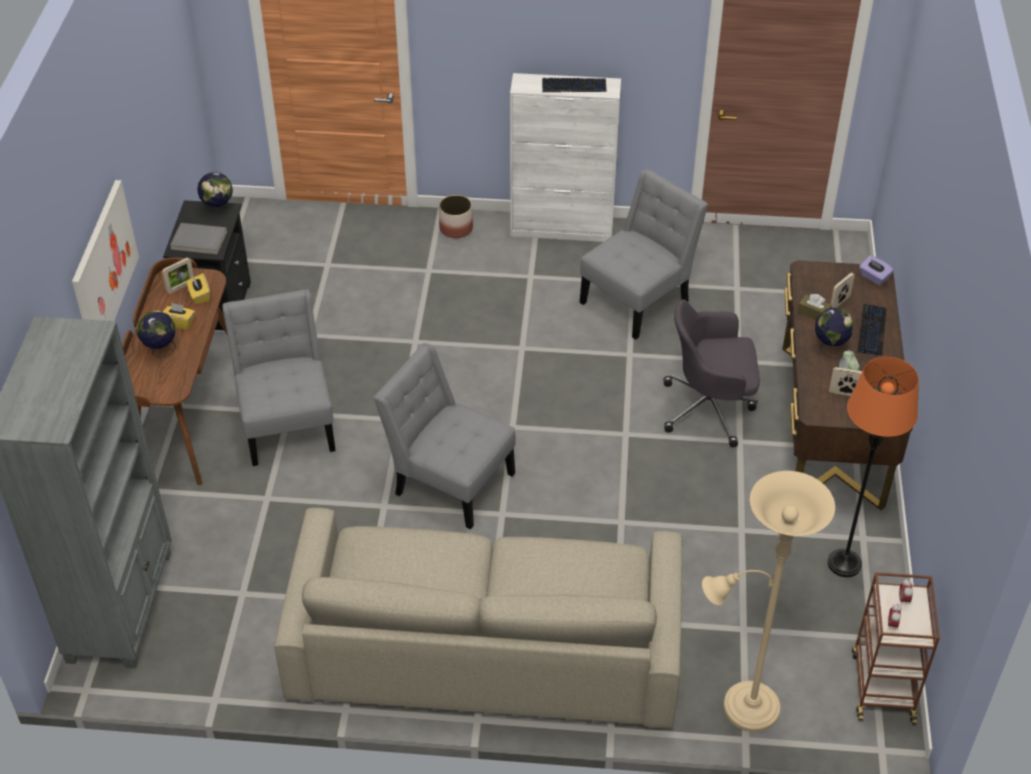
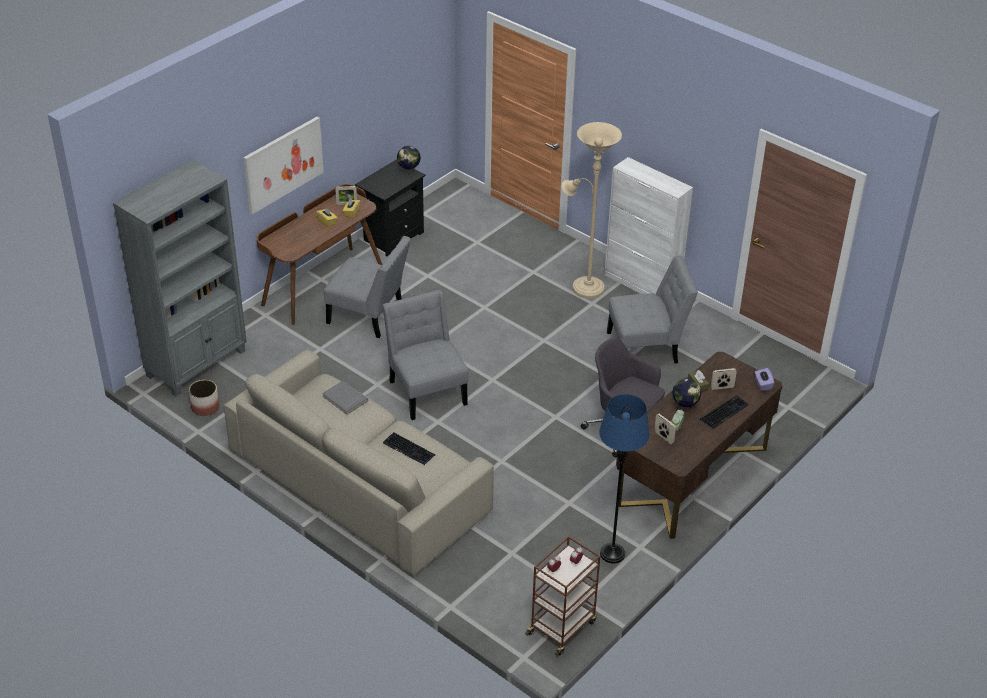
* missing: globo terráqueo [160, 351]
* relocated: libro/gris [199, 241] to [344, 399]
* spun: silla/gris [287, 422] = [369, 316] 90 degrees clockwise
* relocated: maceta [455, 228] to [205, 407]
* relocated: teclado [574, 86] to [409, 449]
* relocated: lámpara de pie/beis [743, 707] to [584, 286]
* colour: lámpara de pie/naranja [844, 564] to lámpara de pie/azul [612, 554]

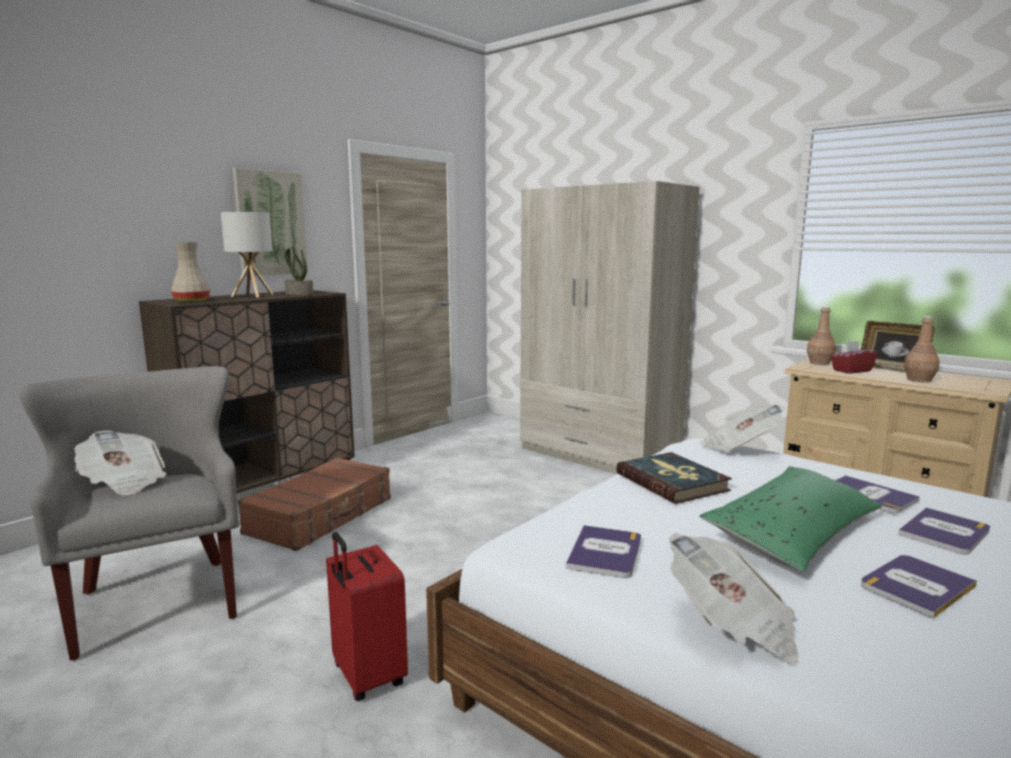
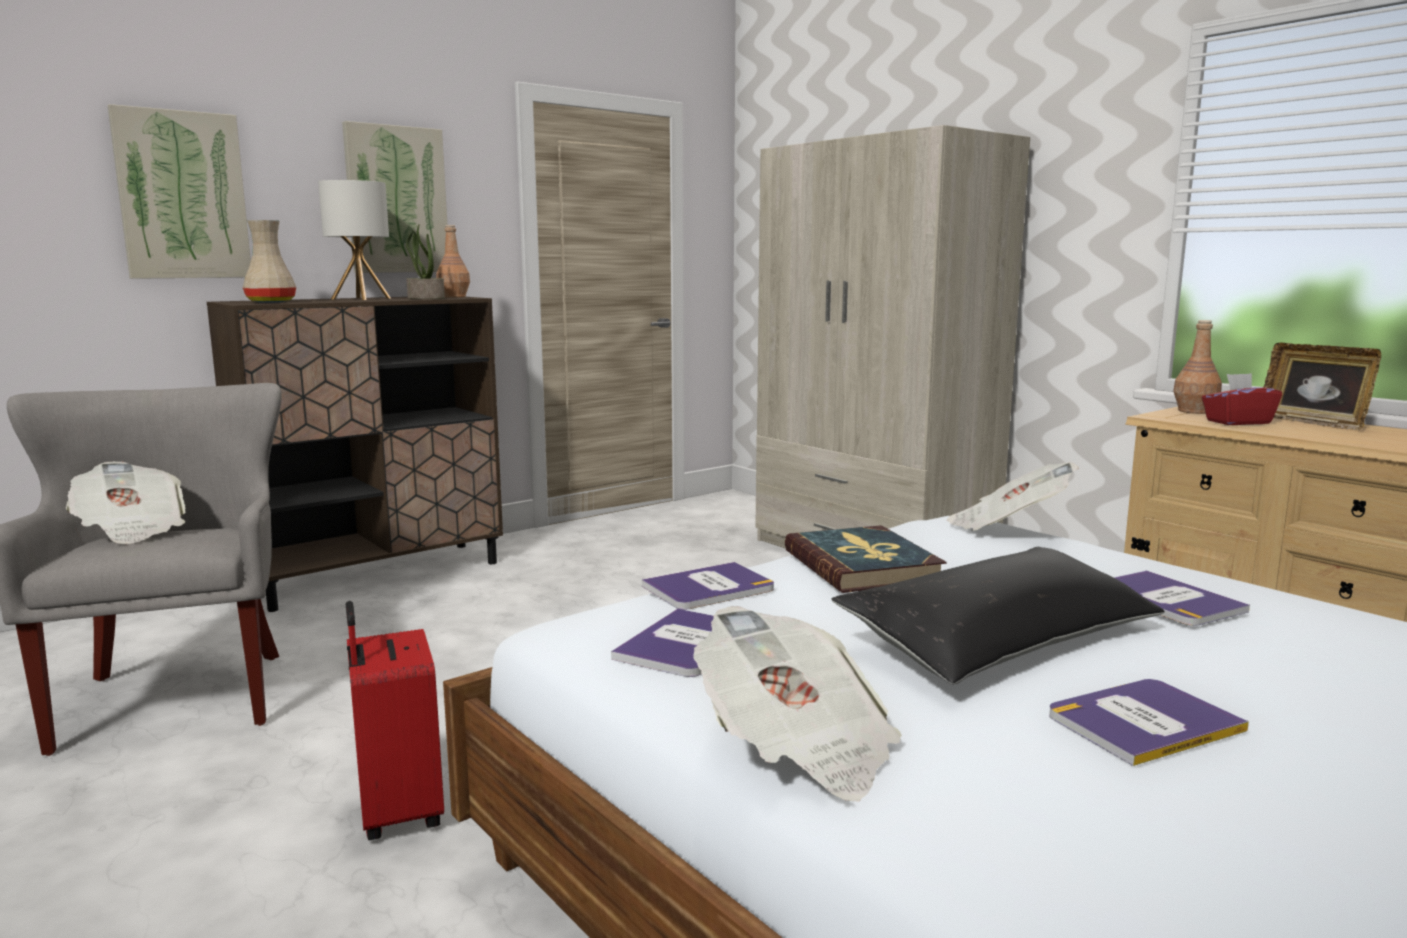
* missing: maleta/marrón [321, 516]
* colour: cojín/verde [792, 533] to cojín/negro [999, 642]
* relocated: libro [944, 532] to [709, 588]
* relocated: botella/marrón [918, 380] to [453, 297]
* appeared: cuadro [182, 195]

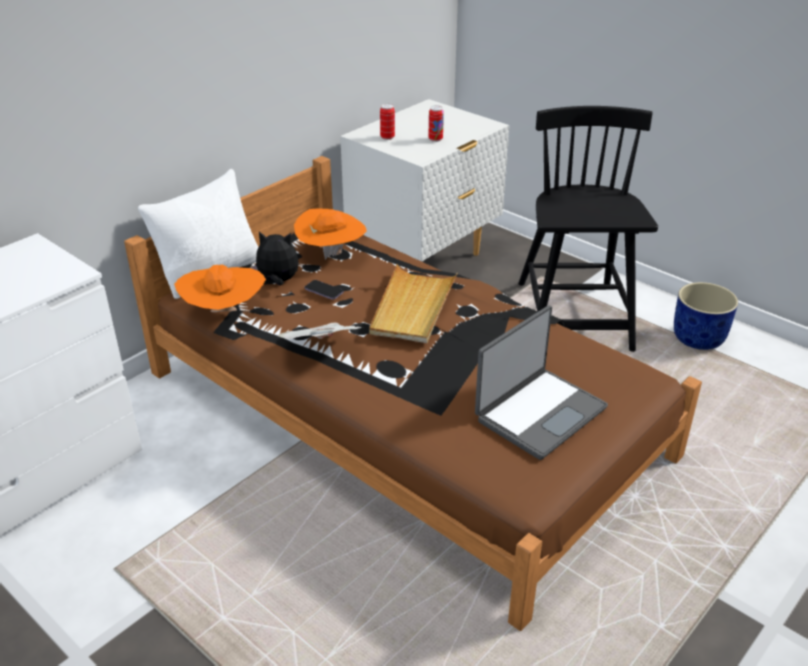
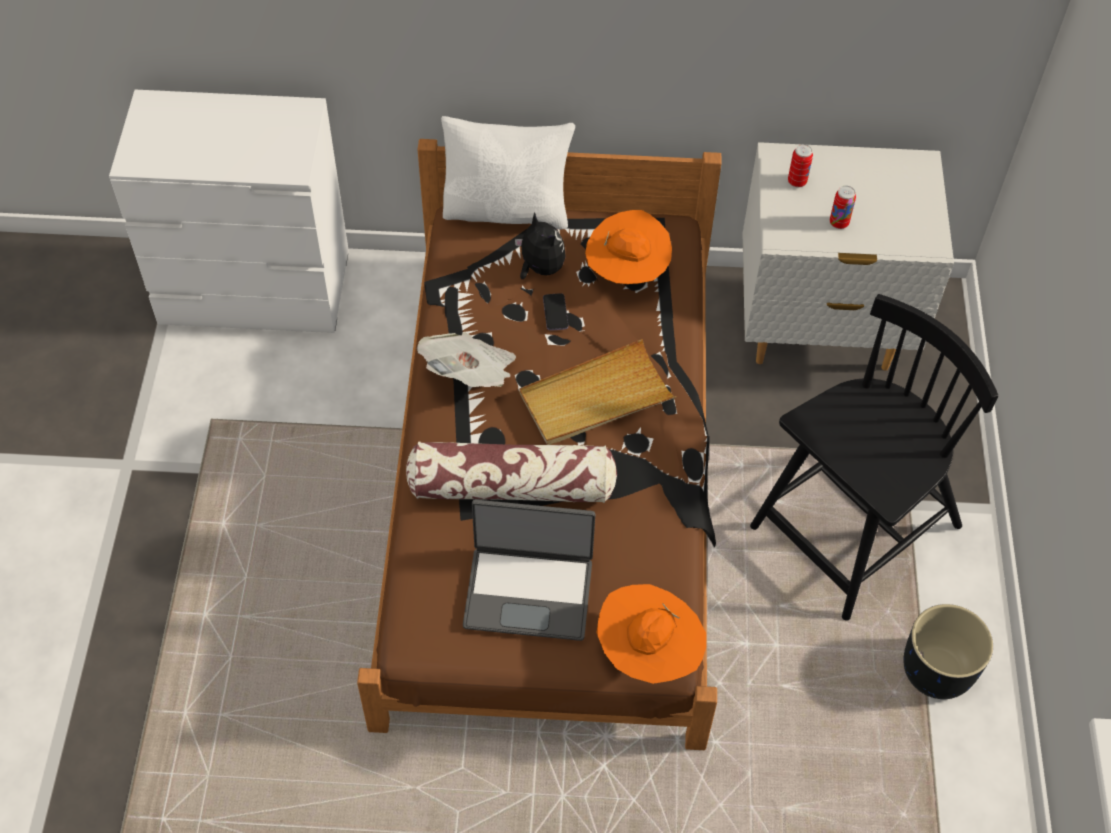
* relocated: sombrero/naranja [224, 313] to [648, 652]
* colour: maceta/azul [698, 338] to maceta/negro [938, 671]
* appeared: cojín [512, 486]

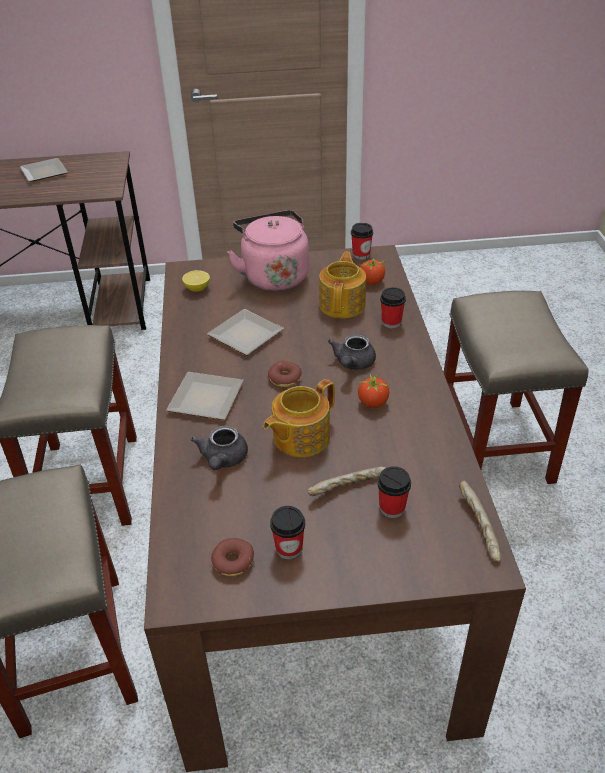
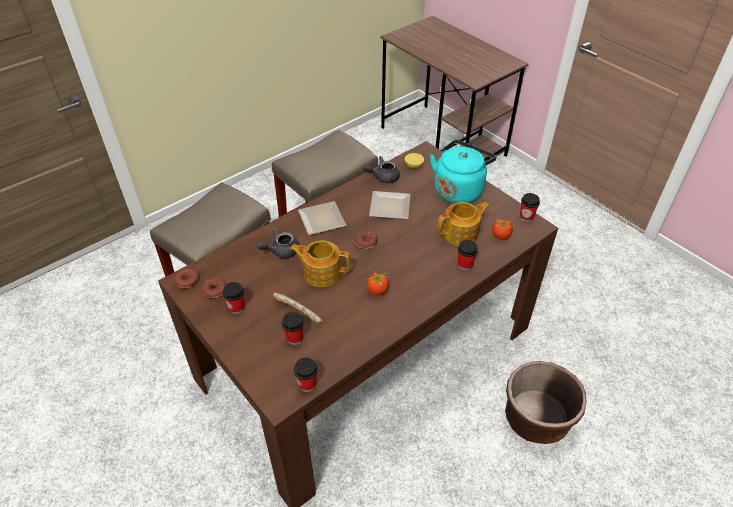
* missing: plato [45, 172]
* colour: hervidor/rosa [273, 275] to hervidor/turquesa [459, 189]
* relocated: tetera/gris [352, 364] to [383, 177]
* exchanged: taburete/beis [495, 446] to maceta/marrón [536, 419]
* exchanged: pan [477, 526] to taza [307, 384]
* appeared: rosquilla [187, 281]

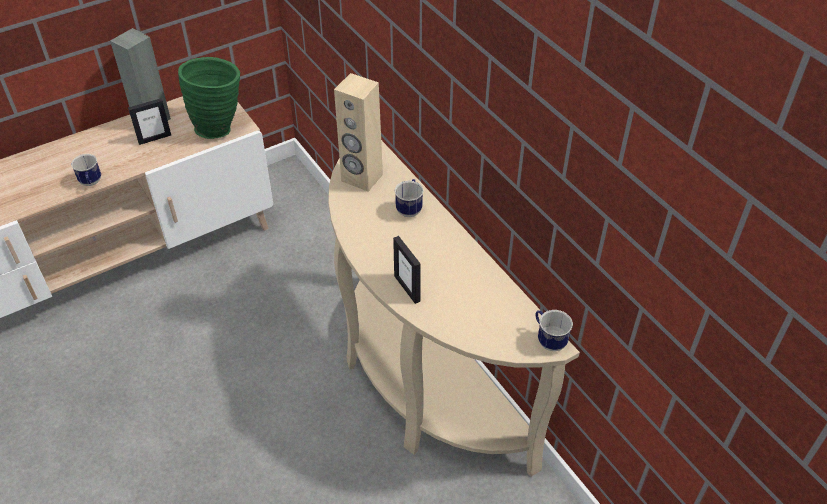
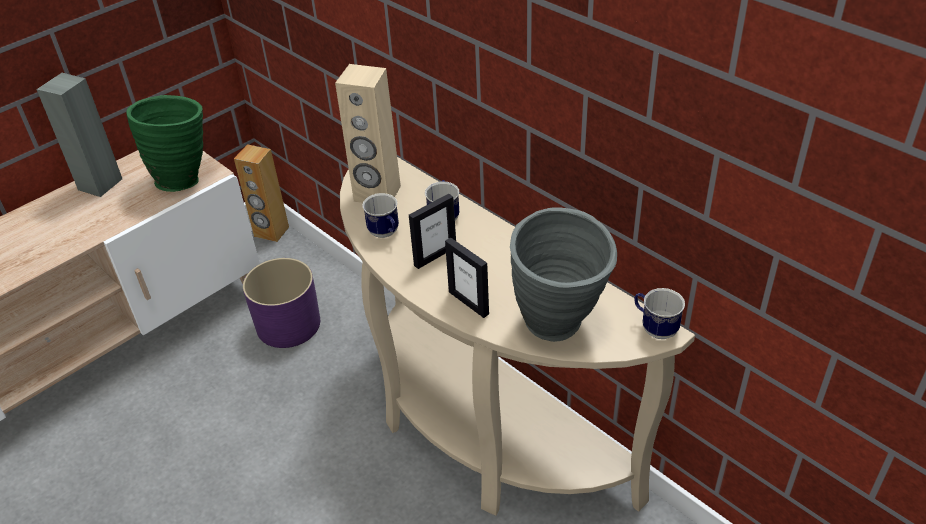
* relocated: taza grande [91, 183] to [386, 234]
* relocated: portarretratos [154, 138] to [435, 256]
* appeared: altavoz/marrón [271, 232]
* appeared: maceta/morado [288, 325]
* appeared: florero/gris [560, 329]

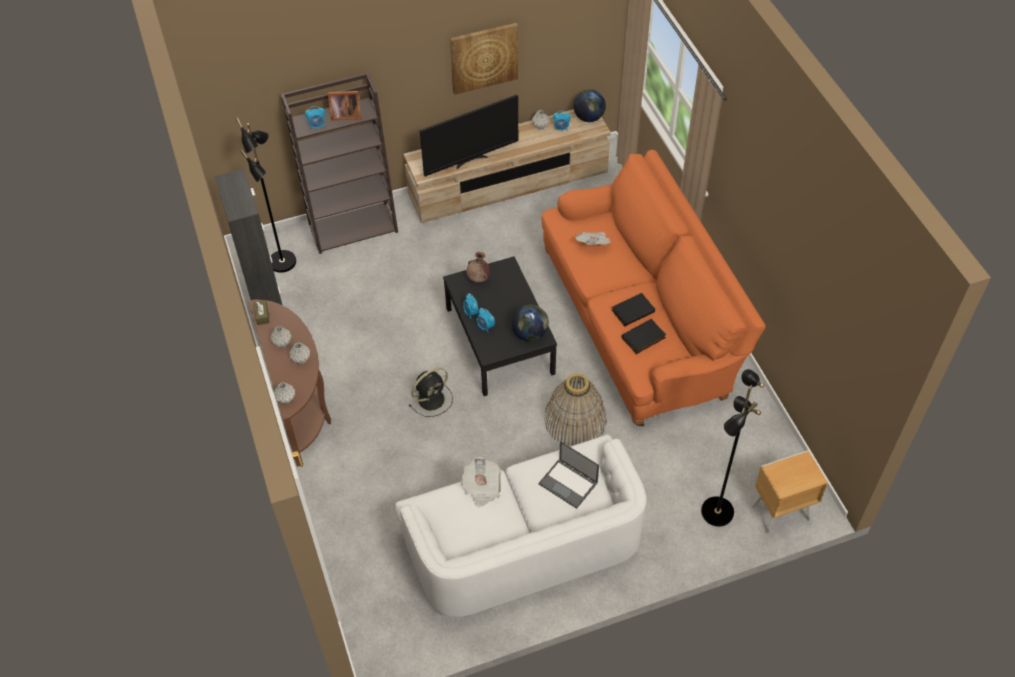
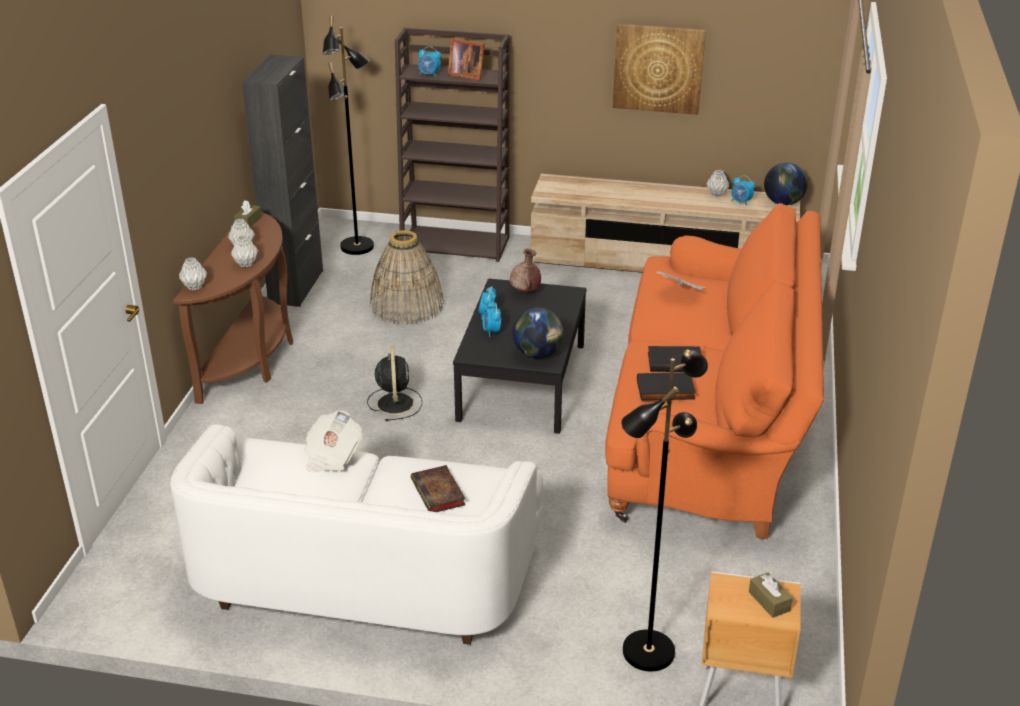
* spun: ventilador/negro [432, 399] = [395, 402] 90 degrees counterclockwise
* missing: televisor [470, 160]
* exchanged: portátil [569, 483] to libro [439, 493]
* relocated: cesta [575, 420] to [407, 305]
* appeared: caja de pañuelos/marrón [769, 601]

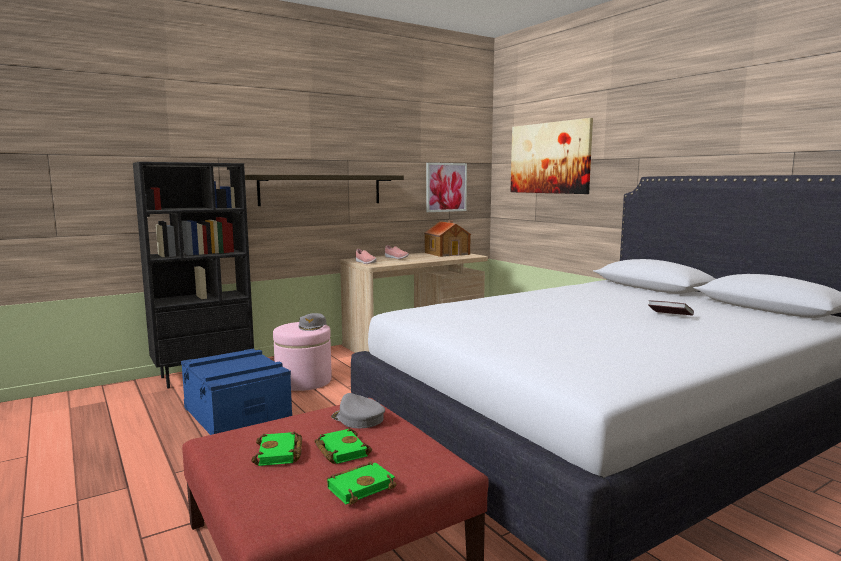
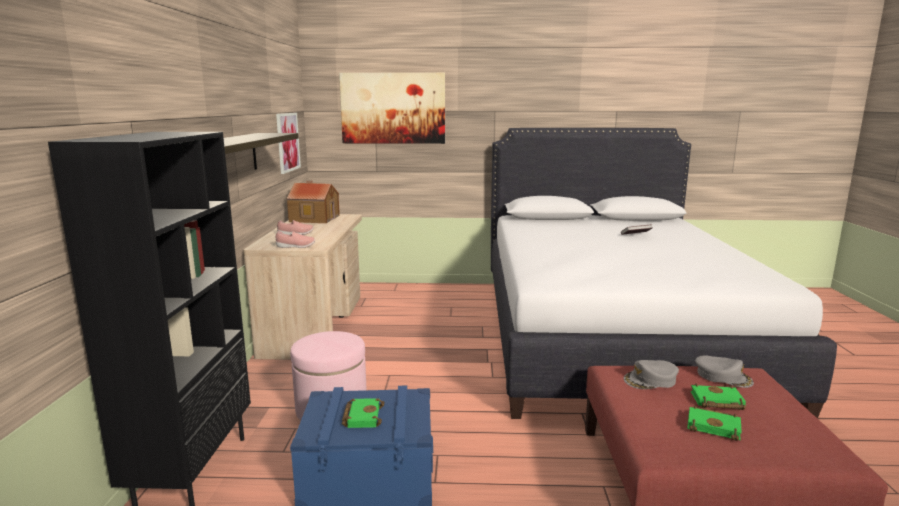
* relocated: gorra/gris [312, 326] to [723, 376]
* relocated: libro/verde [361, 486] to [362, 416]

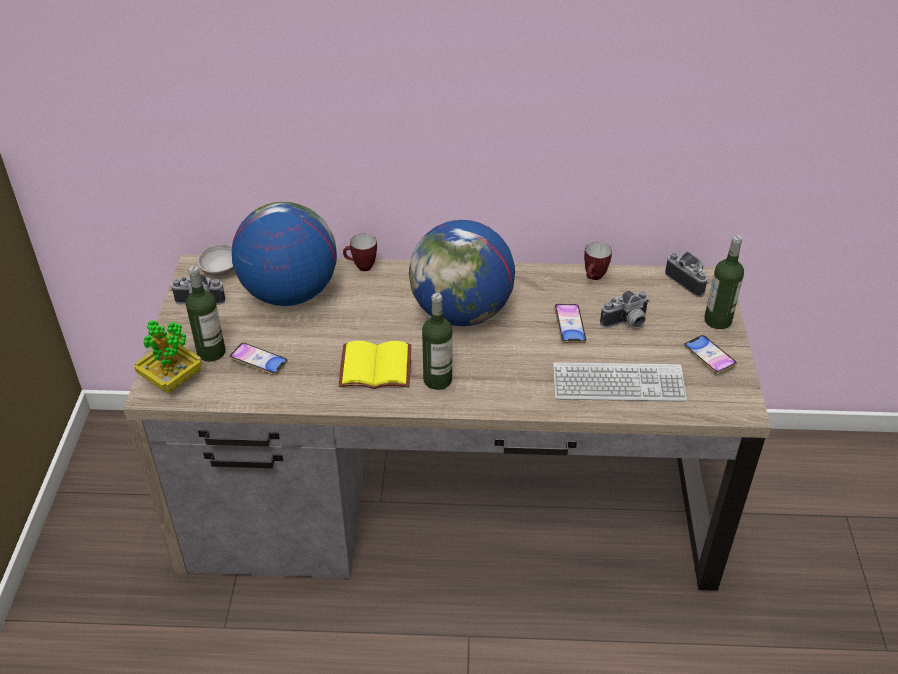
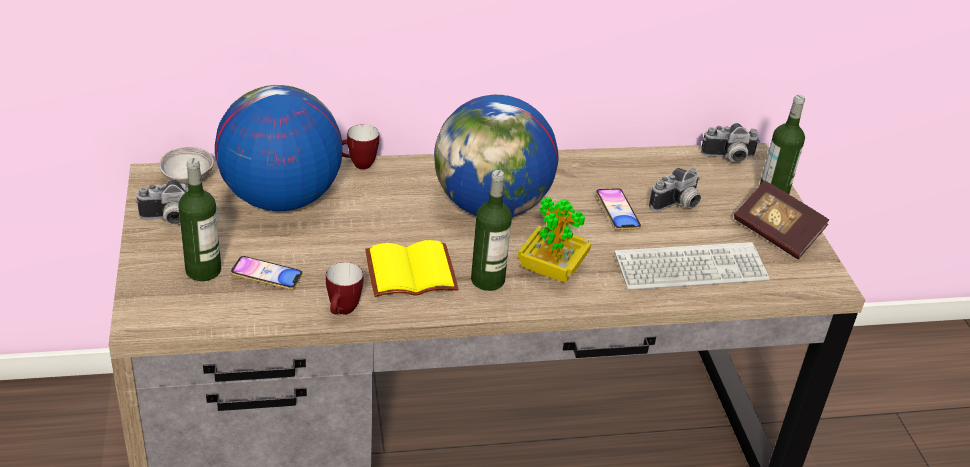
* relocated: planta en maceta [172, 380] to [551, 269]
* relocated: taza grande [594, 278] to [343, 312]
* spun: cámara [689, 280] = [729, 158] 135 degrees clockwise
* exchanged: móvil [709, 357] to libro [776, 233]

